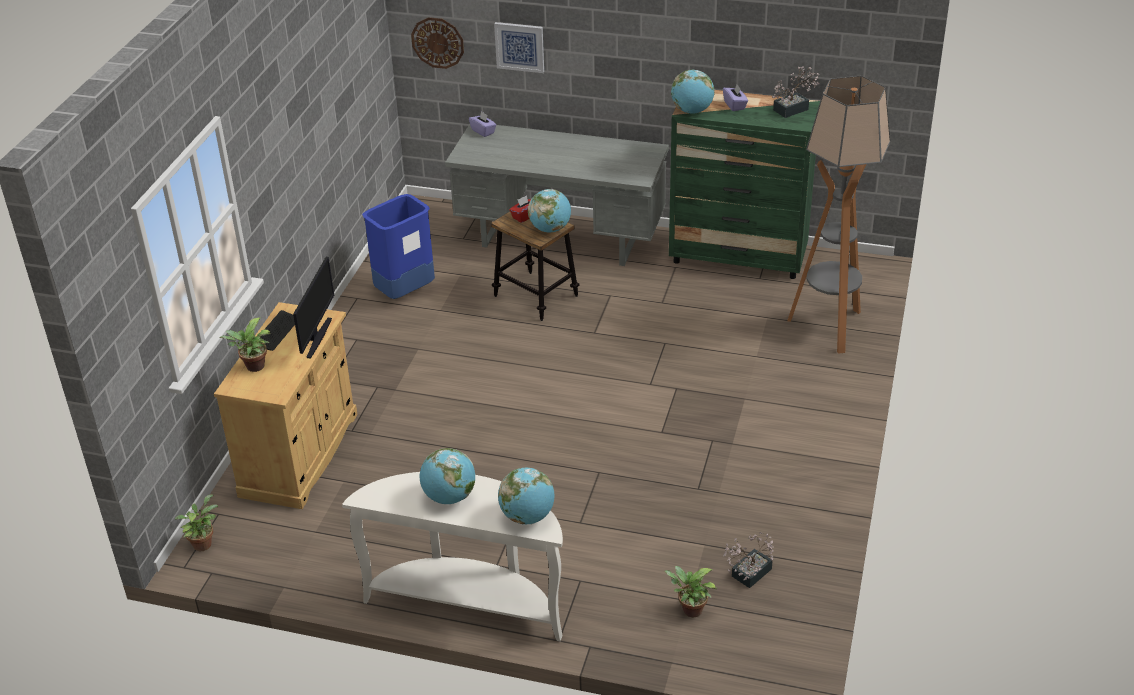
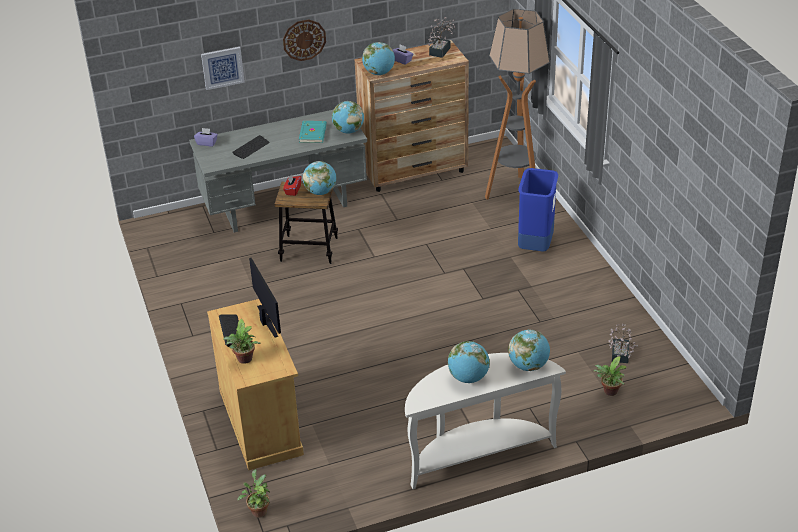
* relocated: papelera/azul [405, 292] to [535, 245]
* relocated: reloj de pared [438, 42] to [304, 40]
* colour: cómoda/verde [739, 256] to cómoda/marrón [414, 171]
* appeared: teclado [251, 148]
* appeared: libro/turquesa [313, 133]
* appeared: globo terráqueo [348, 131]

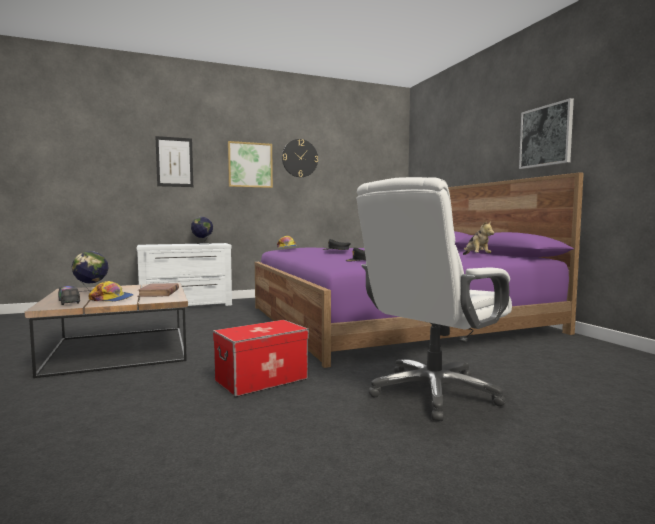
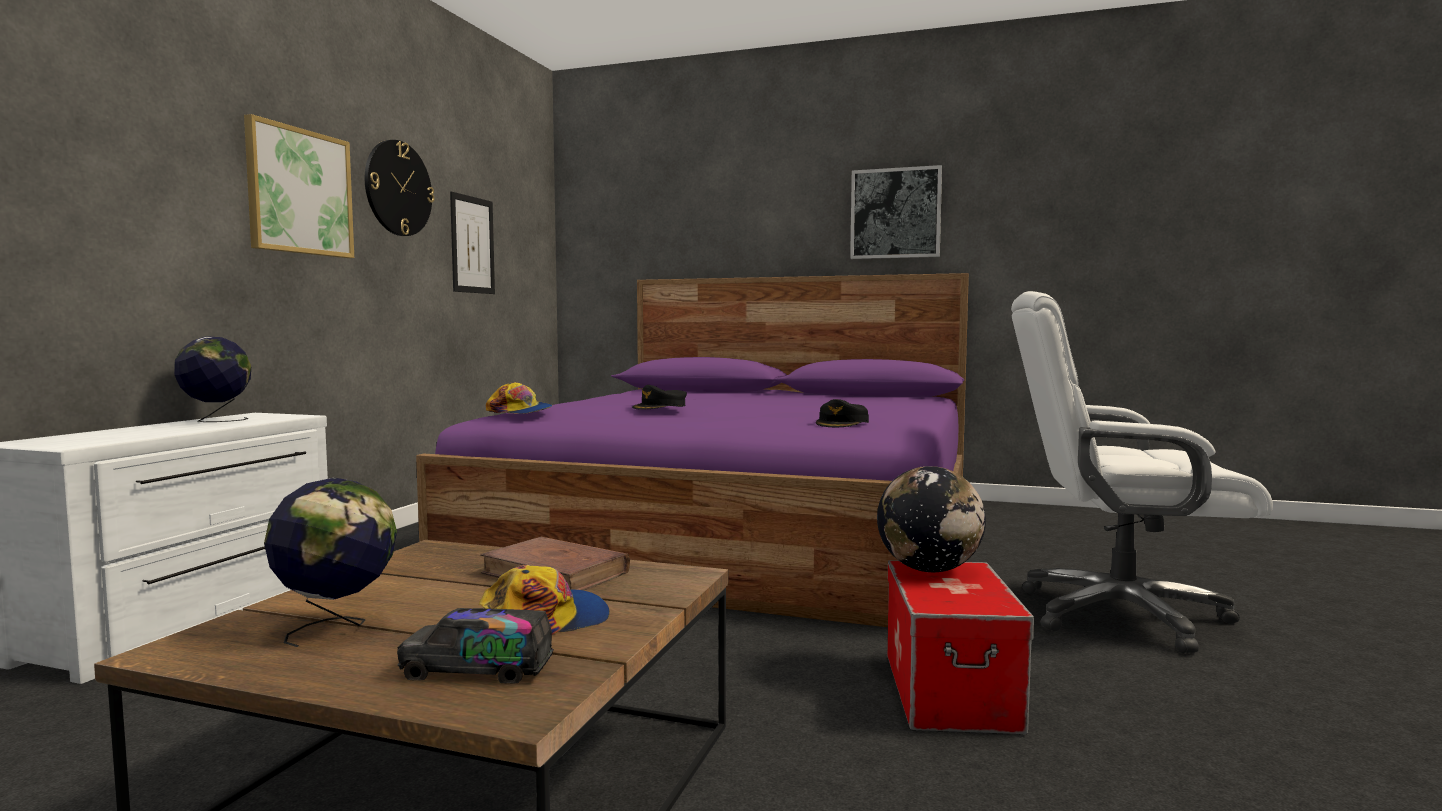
* relocated: cuadro [174, 162] to [472, 245]
* spun: silla de oficina/blanco [433, 393] = [1119, 615] 105 degrees clockwise
* missing: peluche [476, 256]
* appeared: globo terráqueo [929, 570]

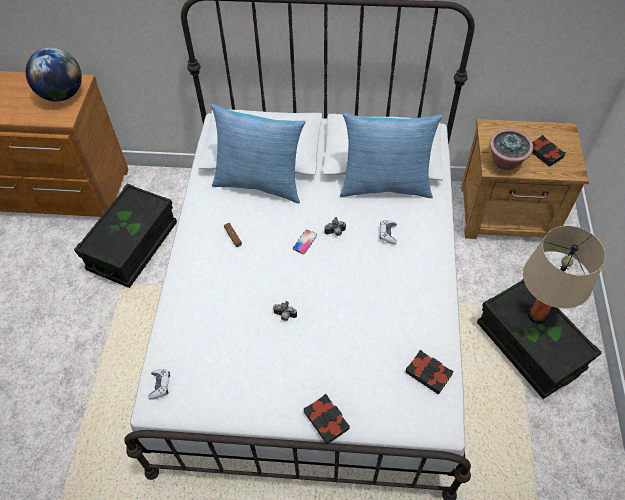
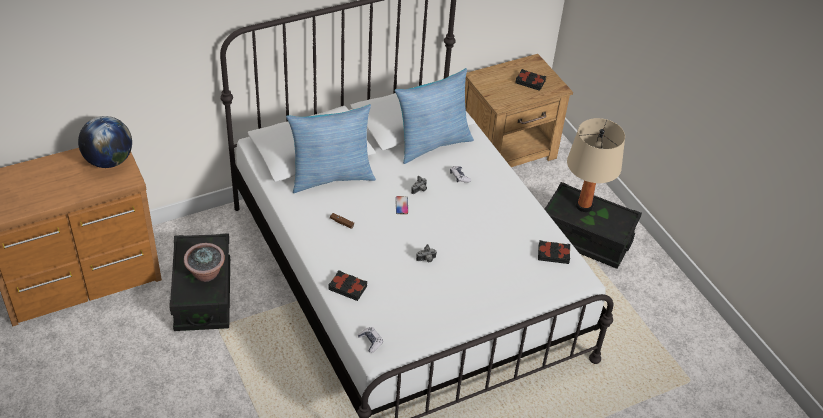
* relocated: libro/negro [326, 420] to [348, 287]
* relocated: planta en maceta [505, 162] to [206, 274]

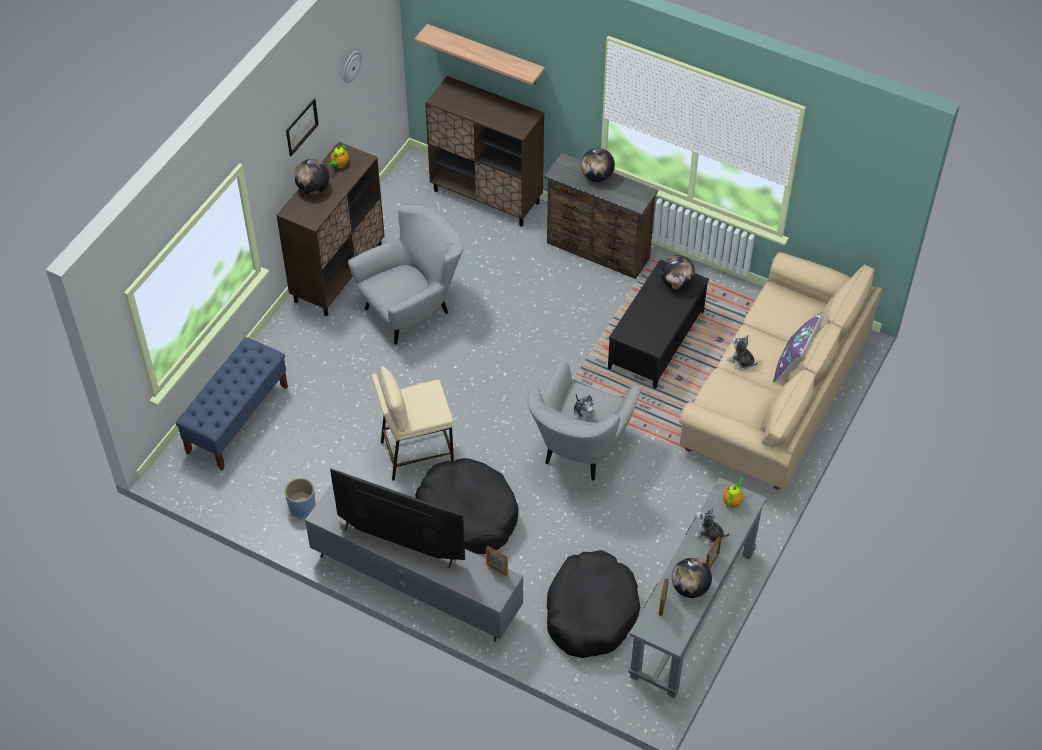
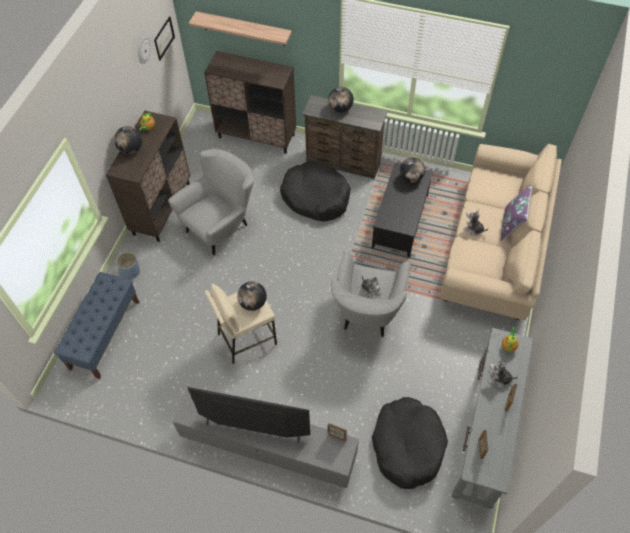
* relocated: maceta/azul [302, 506] to [131, 271]
* relocated: cuadro [301, 127] to [164, 38]
* relocated: cama para perro/negro [468, 513] to [315, 197]
* relocated: globo terráqueo [690, 588] to [253, 303]

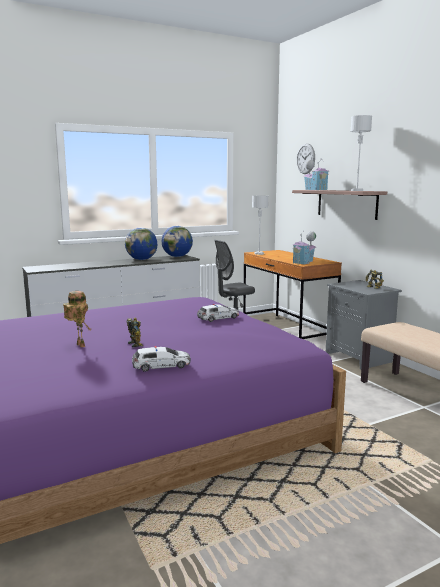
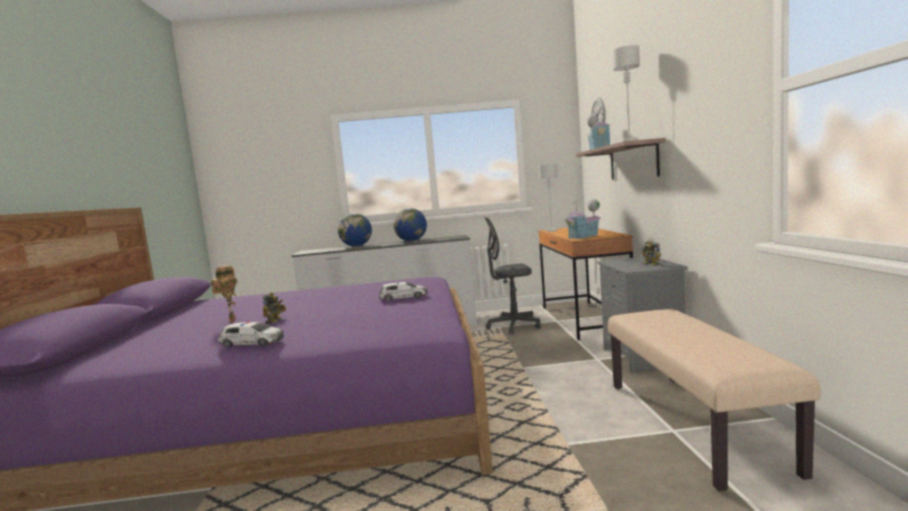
* relocated: globo terráqueo [177, 256] to [357, 246]

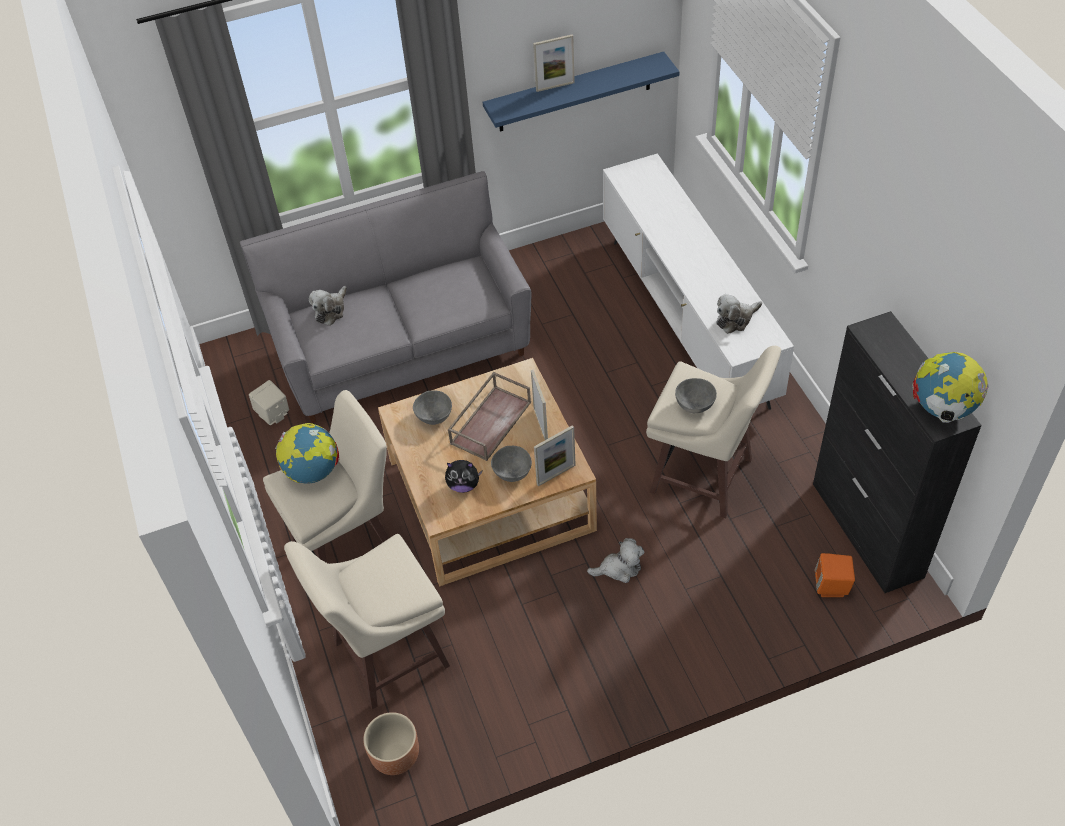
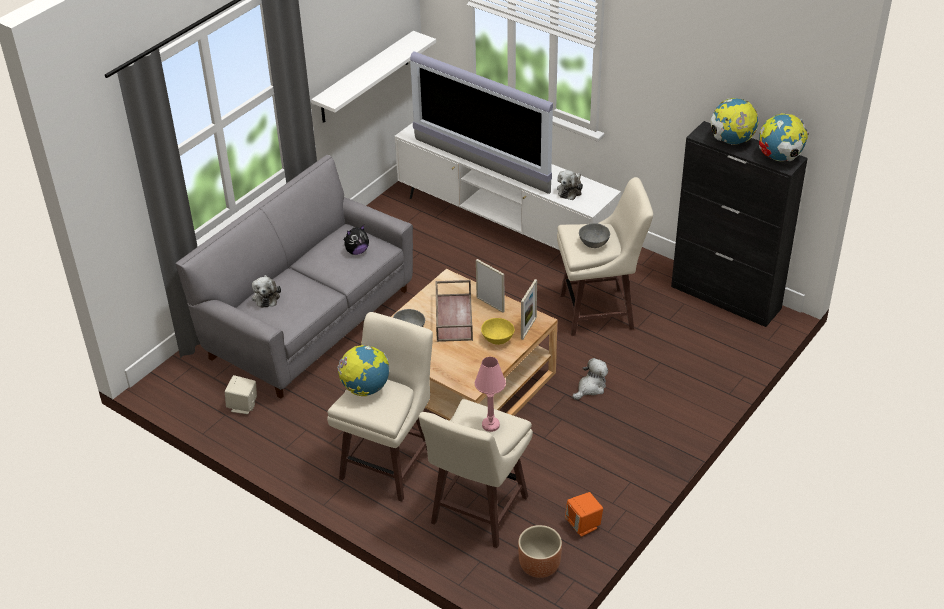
* relocated: peluche [463, 485] to [357, 251]
* colour: estante/azul [574, 92] to estante/blanco [365, 78]
* colour: cuenco/gris [512, 473] to cuenco/amarillo [498, 340]
* missing: portarretratos [555, 86]
* relocated: altavoz/naranja [831, 586] to [583, 525]
* appeared: televisor [480, 166]
* appeared: lámpara de mesa/rosa [490, 425]
* appeared: globo terráqueo [731, 141]

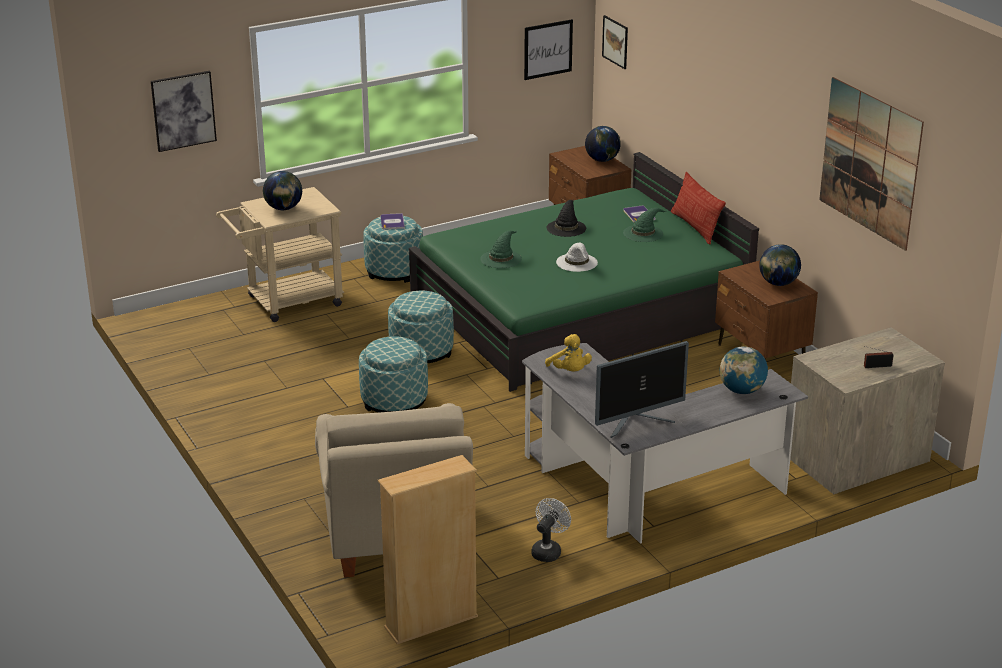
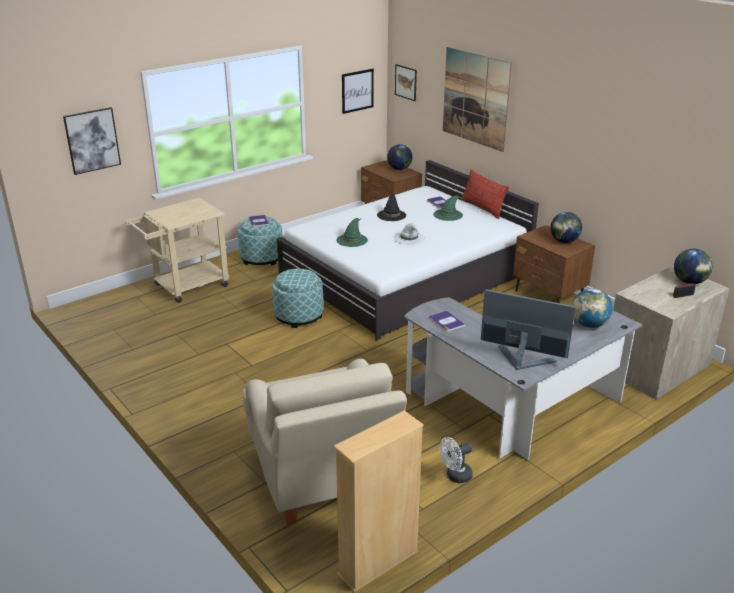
* relocated: globo terráqueo [283, 208] to [689, 282]
* missing: puf [394, 400]
* colour: cama/verde [579, 310] to cama/blanco [405, 274]
* spun: ventilador/blanco [548, 550] = [455, 476] 135 degrees counterclockwise
* exchanged: peluche/amarillo [569, 371] to libro [446, 321]
* spun: monitor [637, 422] = [521, 360] 120 degrees counterclockwise
* relocated: cuadro [870, 162] to [475, 98]

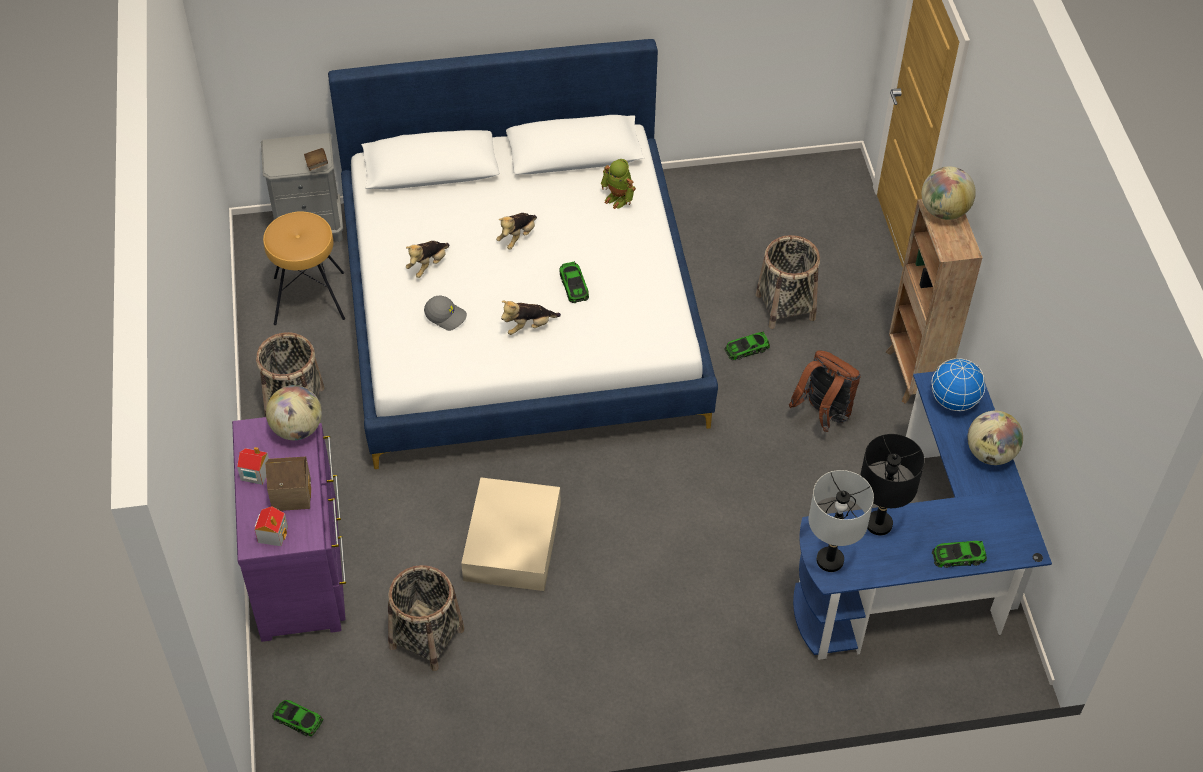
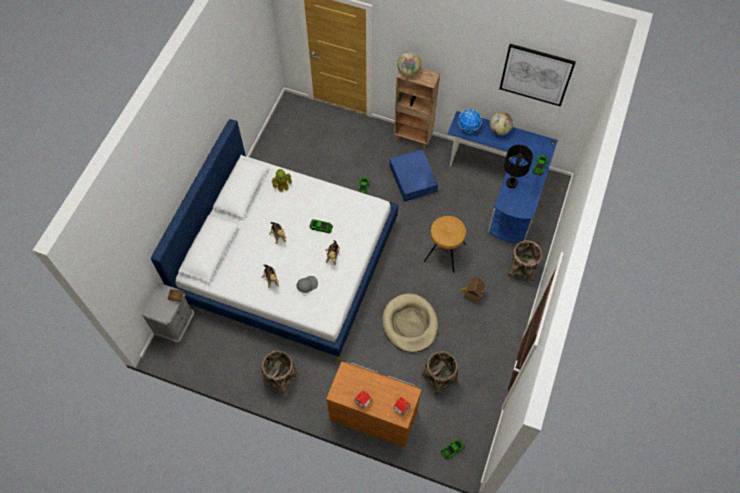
* colour: cómoda/morado [301, 566] to cómoda/marrón [373, 414]
* relocated: taburete/marrón [309, 297] to [444, 252]
* relocated: casita [291, 492] to [472, 294]
* missing: globo terráqueo [297, 429]
* exchanged: caja de almacenaje/beis [511, 543] to cama para perro/beis [410, 324]
* relocated: cesta [785, 307] to [521, 270]
* exchanged: mochila/marrón [823, 414] to caja de almacenaje/azul [413, 179]
* missing: lámpara de mesa/gris [830, 560]
* appeared: cuadro [536, 74]

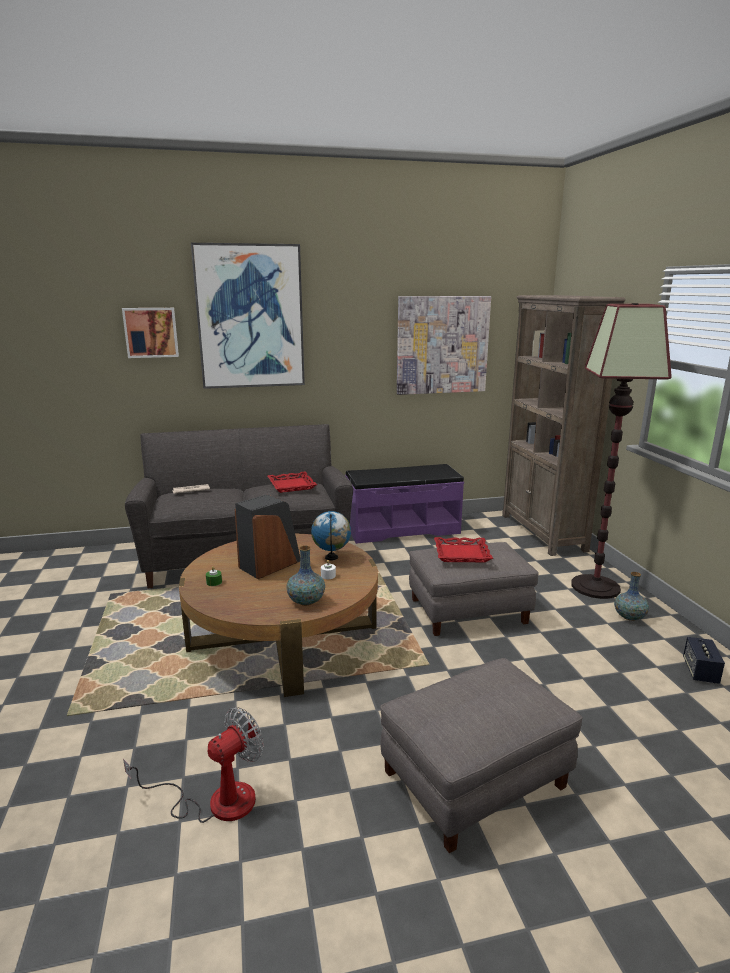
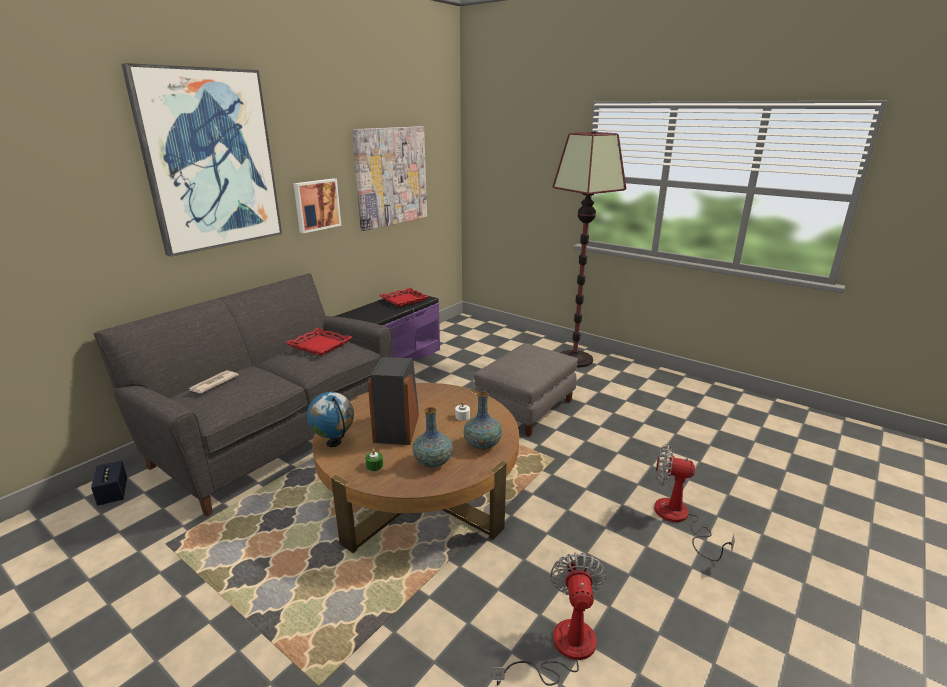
* relocated: cuadro [151, 332] to [316, 205]
* relocated: globo terráqueo [331, 558] to [334, 443]
* exchanged: puf/gris [474, 780] to ventilador [679, 519]
* relocated: bandeja/rojo [462, 553] to [404, 300]
* missing: estantería/marrón [543, 533]
* relocated: florero [629, 617] to [433, 462]
* relocated: altavoz [700, 671] to [113, 493]

